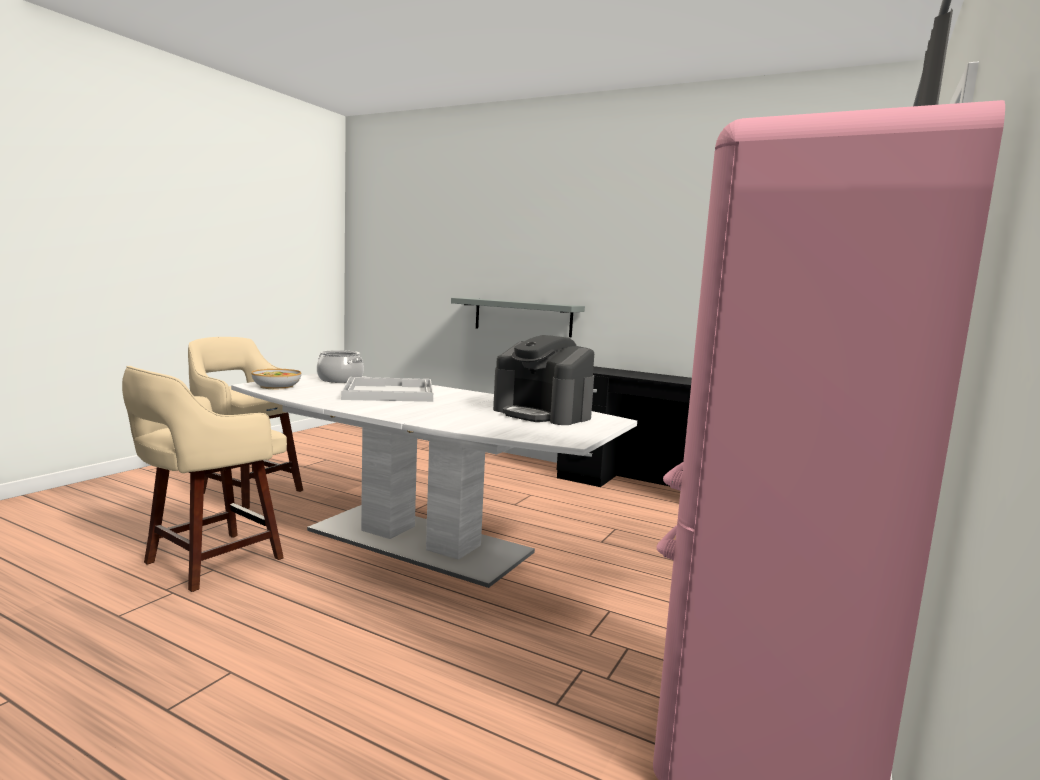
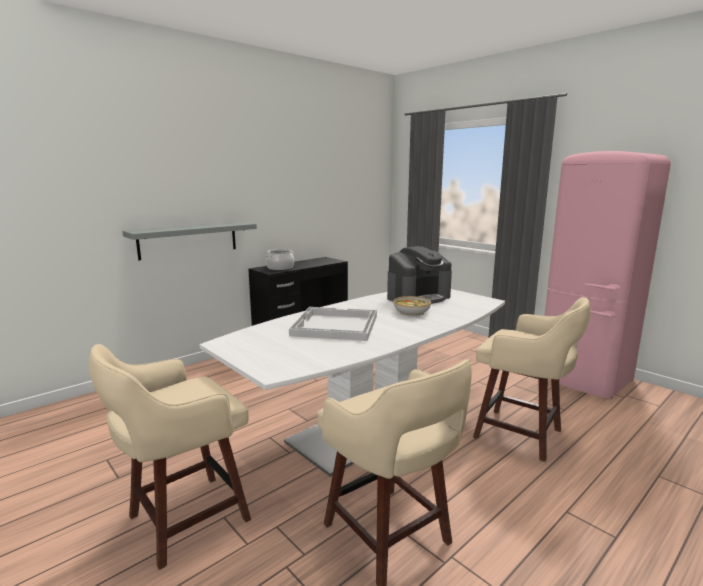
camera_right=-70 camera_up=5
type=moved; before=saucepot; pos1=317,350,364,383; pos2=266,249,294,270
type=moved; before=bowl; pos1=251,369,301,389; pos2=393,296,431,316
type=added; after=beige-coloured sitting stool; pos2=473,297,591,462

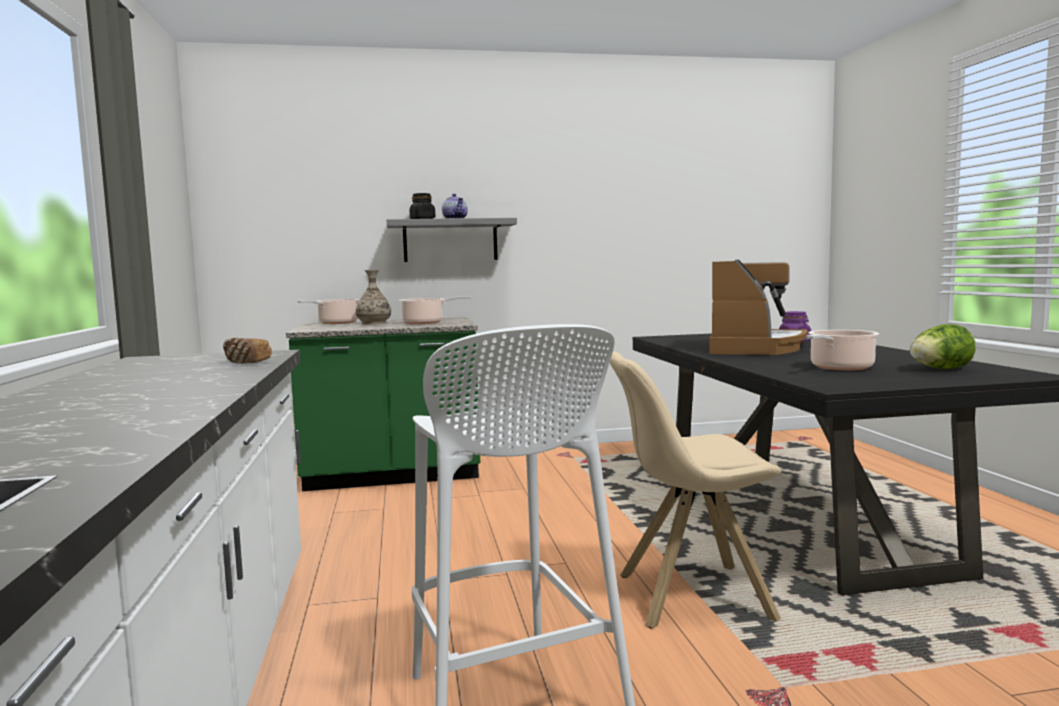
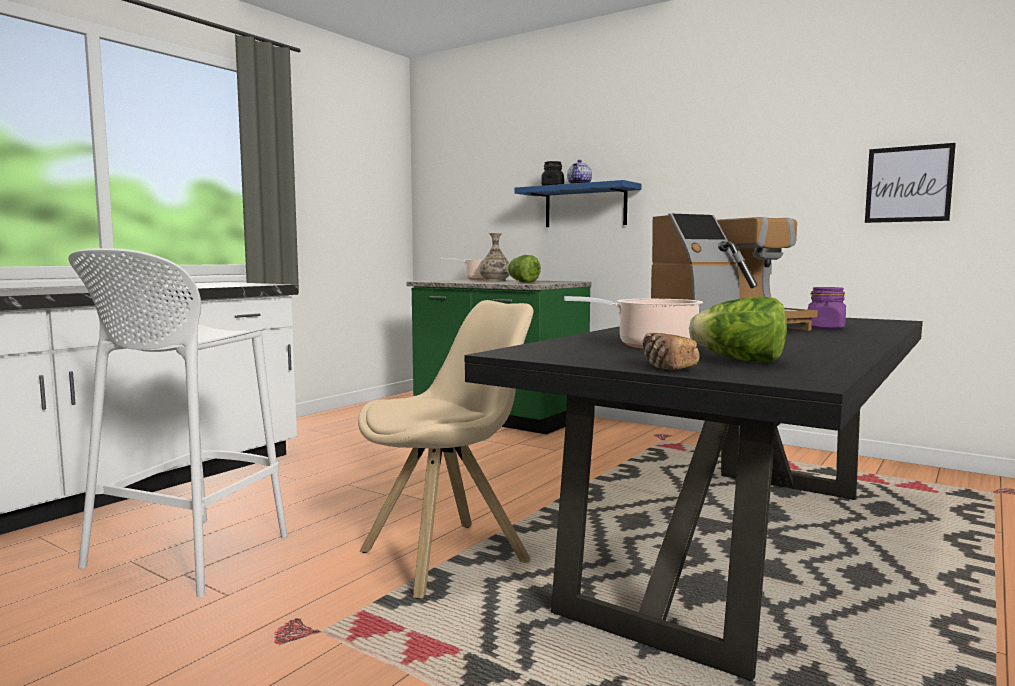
camera_right=45 camera_up=0
type=recoloured; before=greyish bracket shelf; after=blue-coloured bracket shelf; pos1=387,218,517,262; pos2=514,180,641,227
type=replaced; before=saucepot; after=head of lettuce; pos1=399,296,471,324; pos2=506,255,541,283
type=moved; before=bread; pos1=223,338,272,364; pos2=642,333,700,370
type=turned; before=beige-coloured upright chair; pos1=610,352,781,629; pos2=358,300,533,598; turn=105
type=added; after=wall art; pos2=865,143,956,223

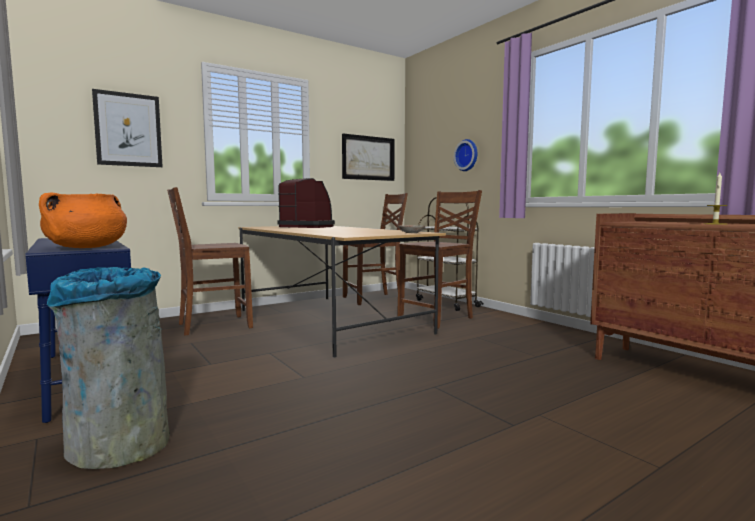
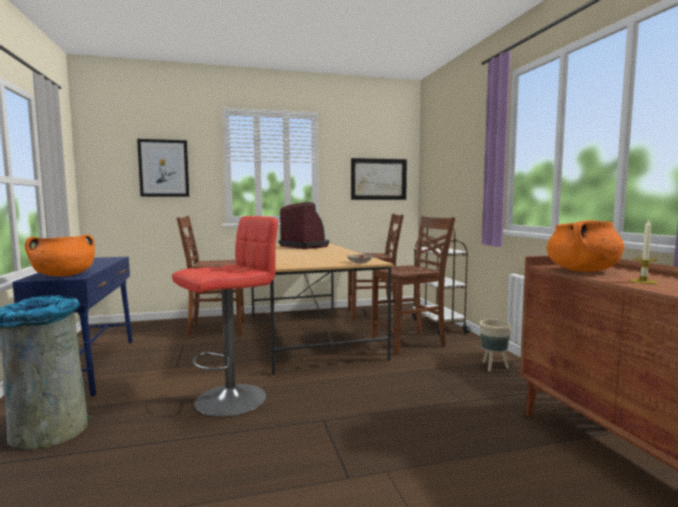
camera_right=20 camera_up=0
type=removed; before=wall clock; pos1=454,139,477,171
type=added; after=reddish sitting stool; pos2=172,216,278,416
type=added; after=orange-coloured saucepot; pos2=547,220,624,272
type=added; after=beige-coloured flower pot; pos2=479,319,512,372

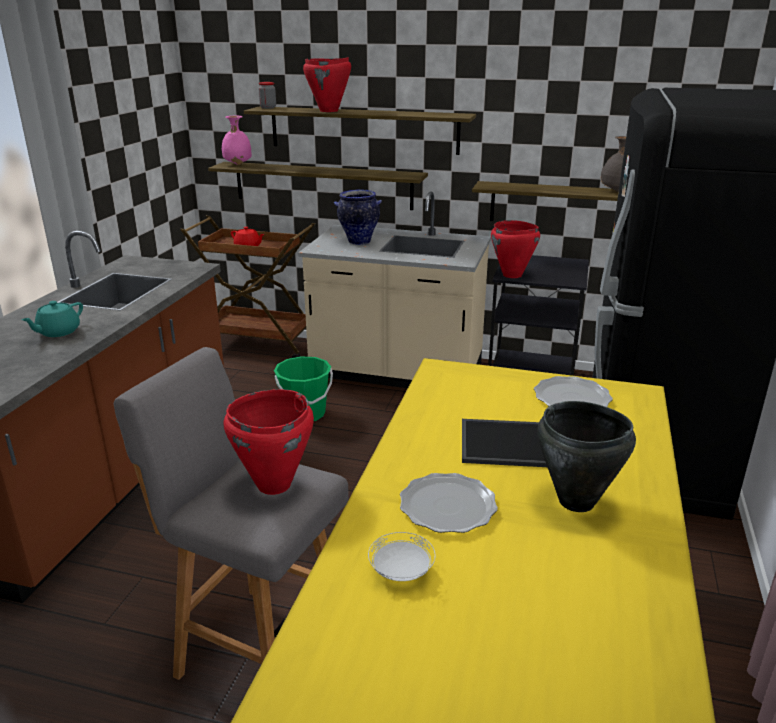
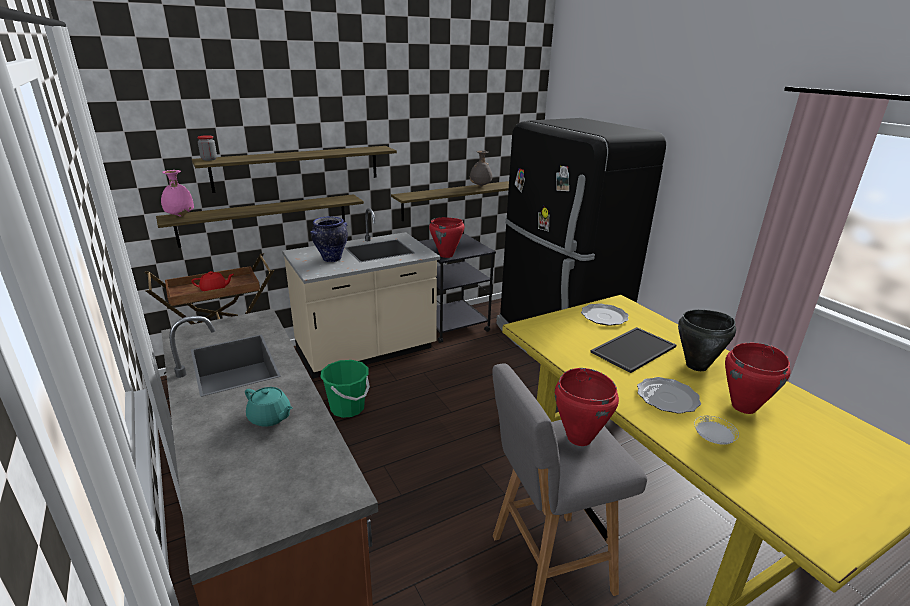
camera_right=-45 camera_up=0
type=moved; before=reddish saucepot; pos1=303,57,351,112; pos2=725,342,790,414
type=turned; before=blue-green teapot; pos1=21,301,83,337; pos2=245,387,292,427; turn=-45

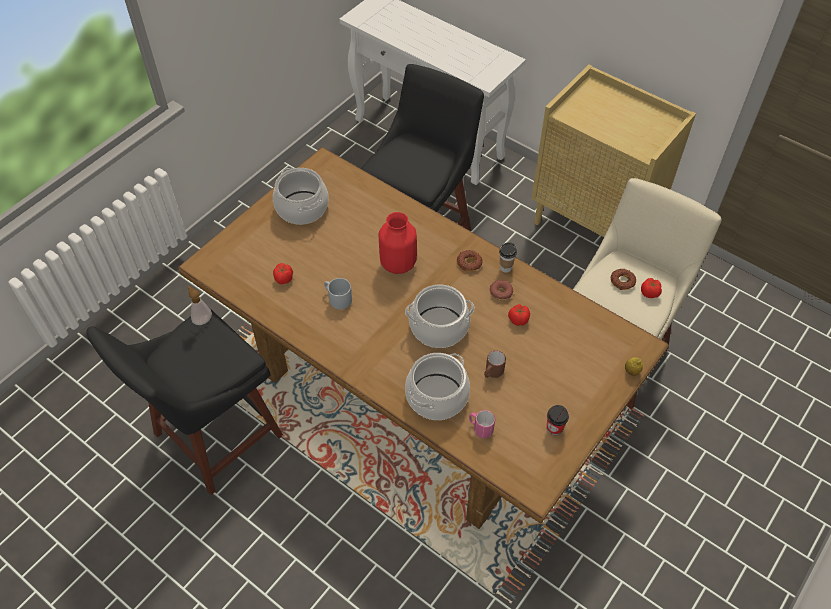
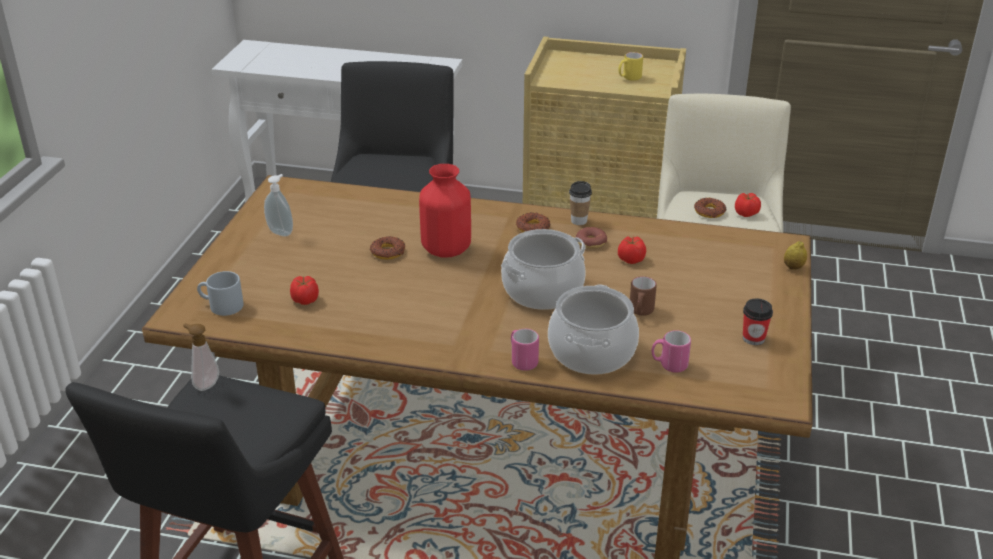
camera_right=-25 camera_up=-20
type=replaced; before=saucepot; after=liquid soap bottle; pos1=273,168,329,225; pos2=264,174,293,236
type=moved; before=greyish mug; pos1=324,278,352,309; pos2=197,271,244,316
type=added; after=yellow-coloured mug; pos2=618,52,643,81
type=added; after=donut; pos2=370,236,405,260
type=added; after=pink mug; pos2=511,329,539,371

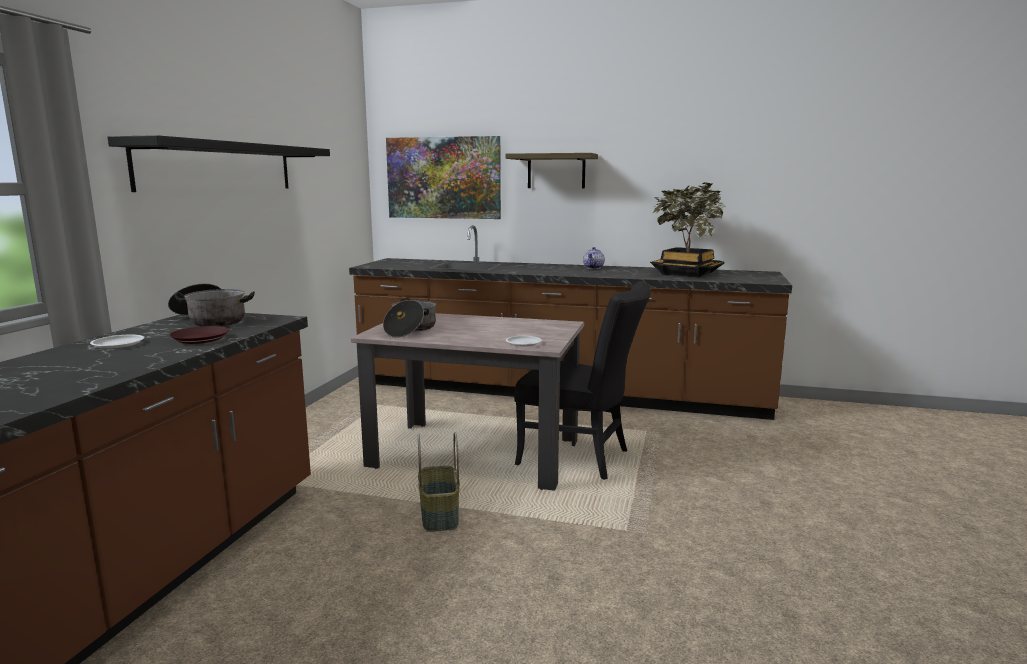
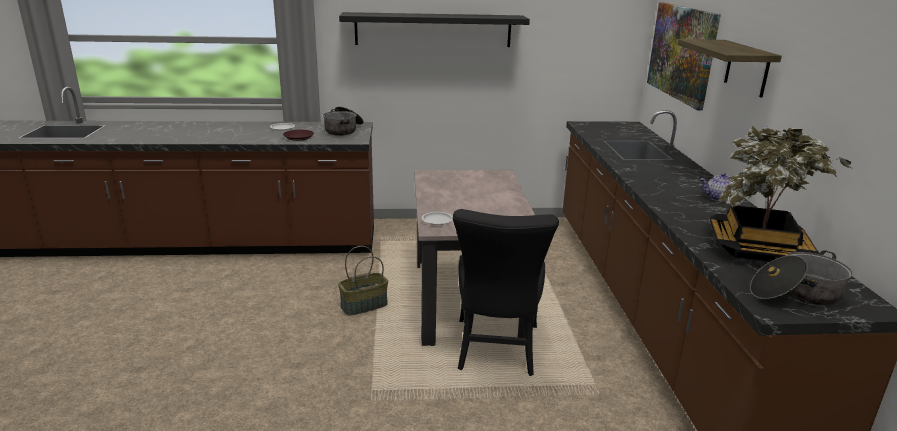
camera_right=70 camera_up=10
type=moved; before=saucepot; pos1=383,298,437,338; pos2=750,250,853,306

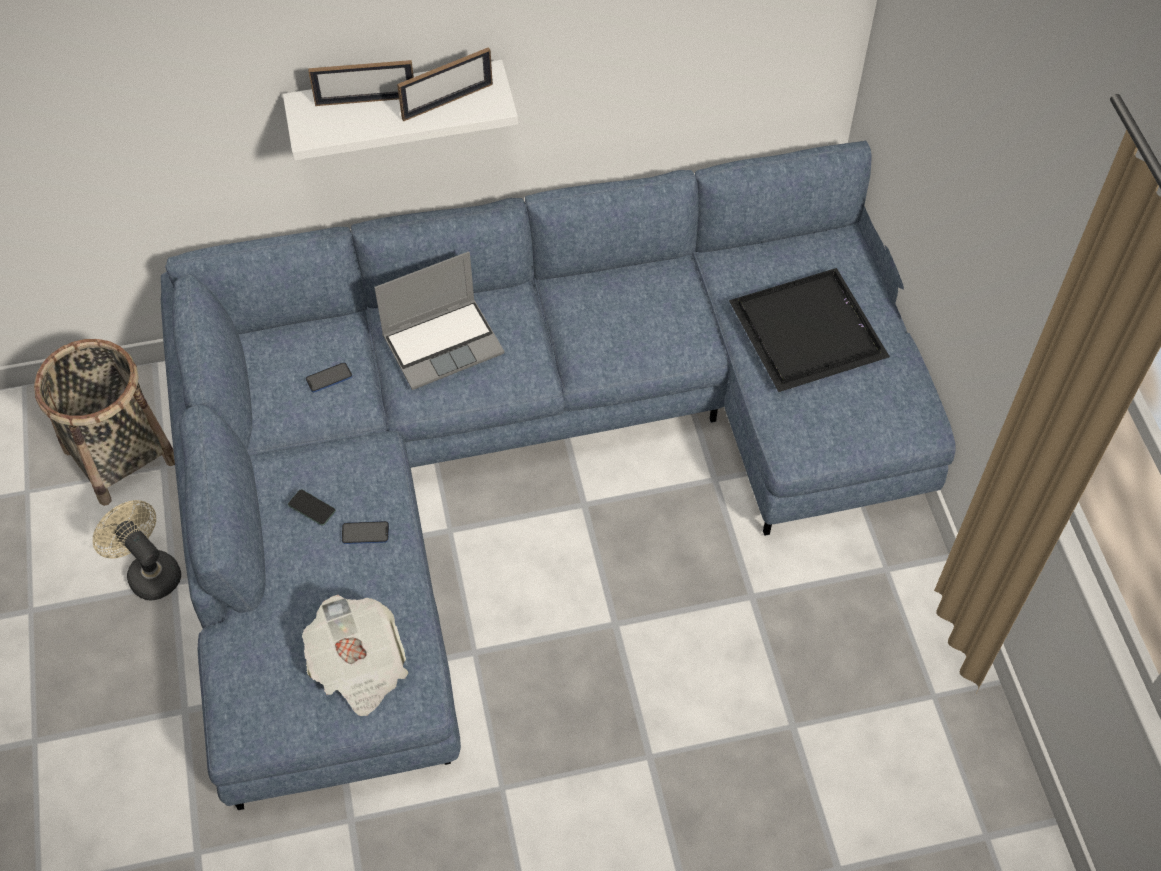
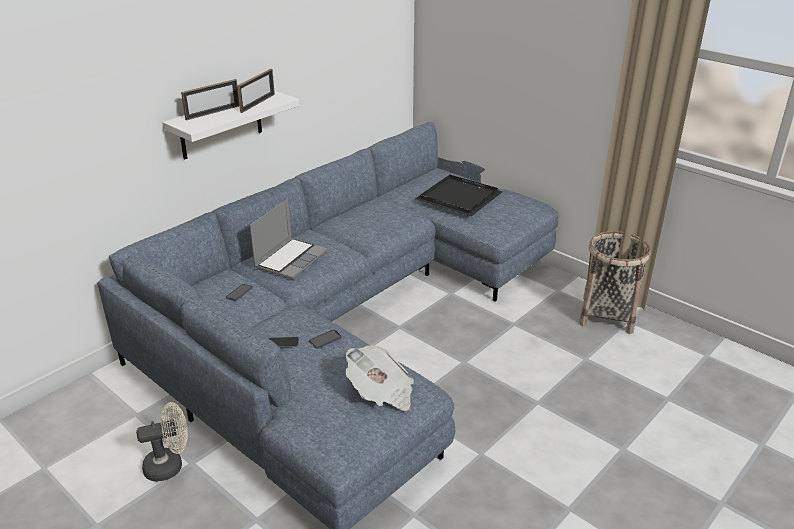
camera_right=-35 camera_up=-25
type=moved; before=household basket; pos1=34,339,175,506; pos2=579,231,651,334
type=turned; before=beige-coloured electric fan; pos1=93,500,181,601; pos2=136,402,188,482; turn=150

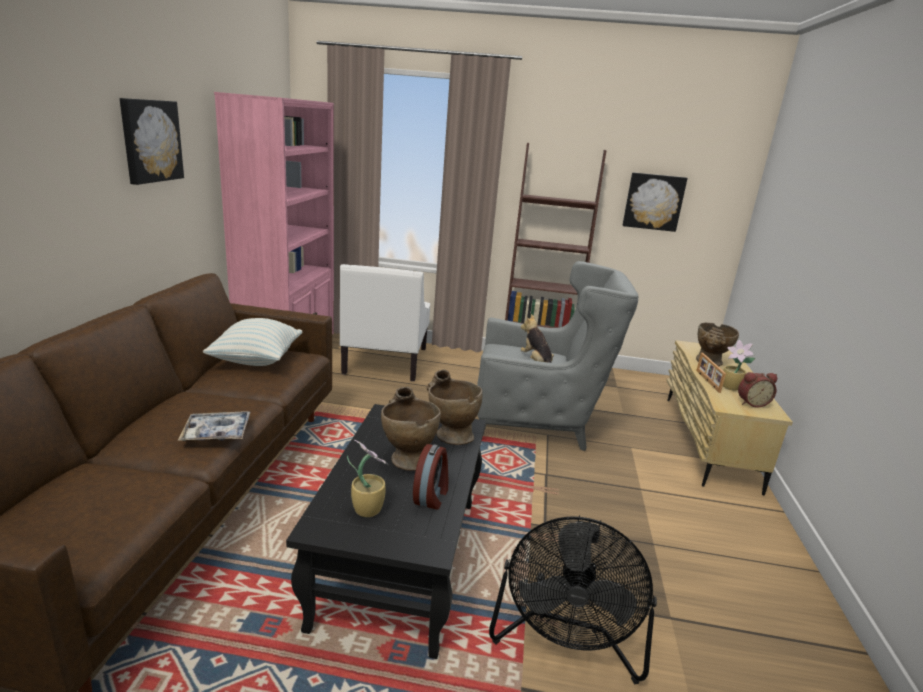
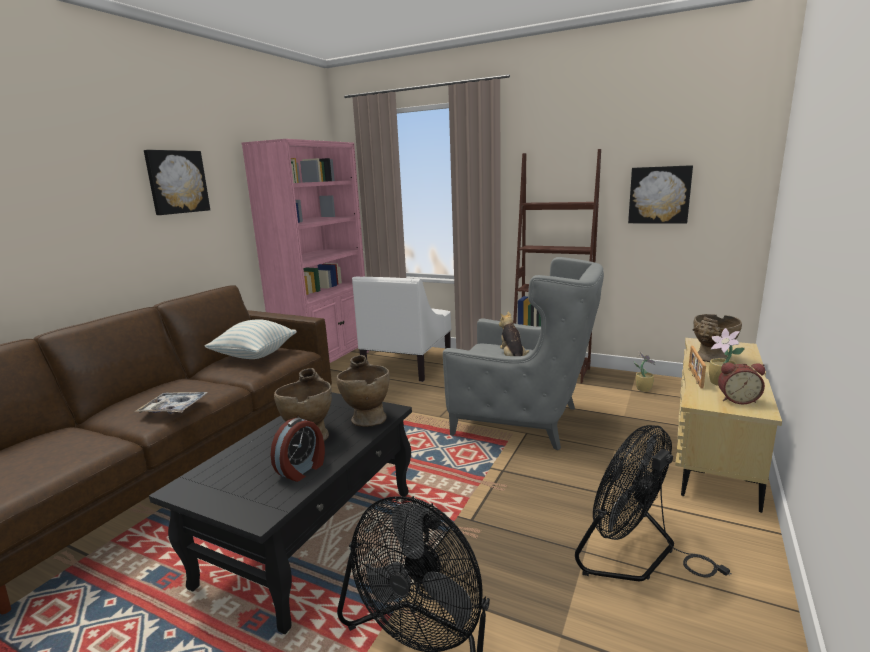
camera_right=20 camera_up=-5
type=moved; before=houseplant; pos1=347,440,388,517; pos2=634,352,656,392
type=added; after=blackish electric fan; pos2=575,425,732,581

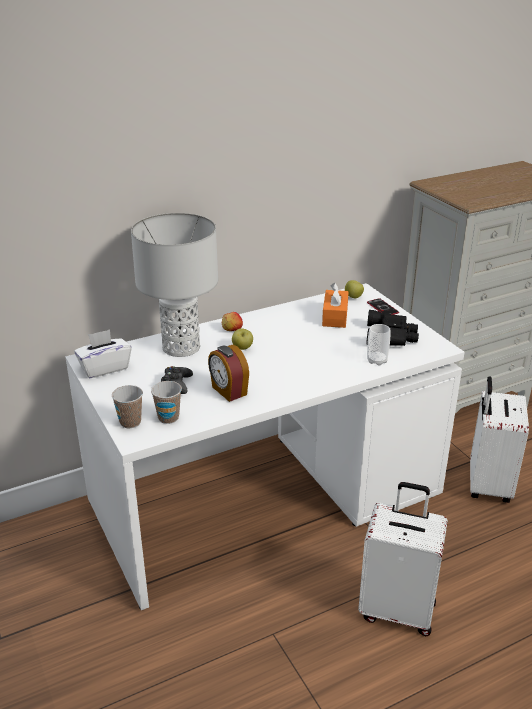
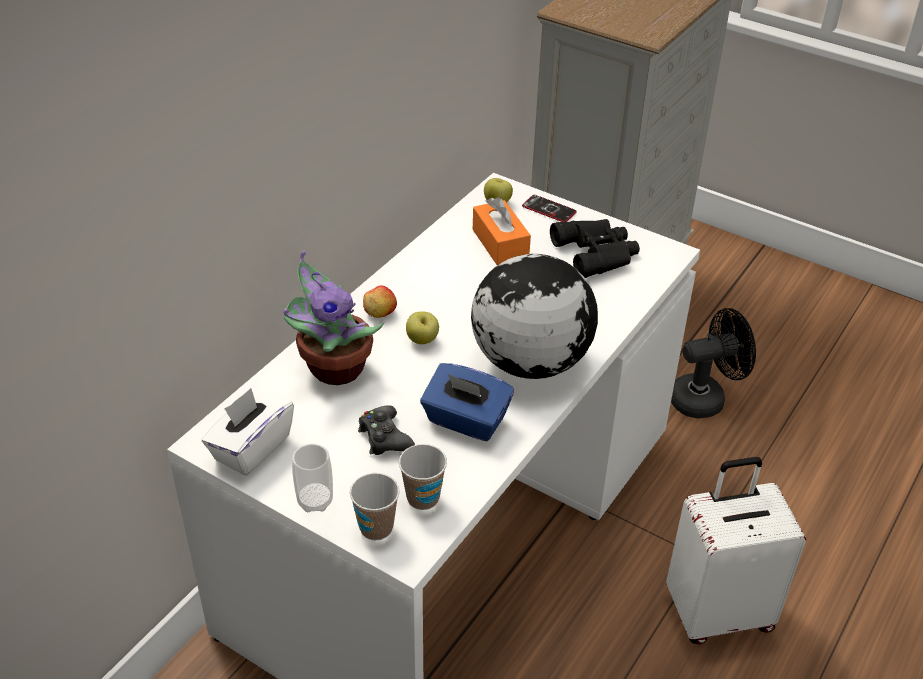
camera_right=-30 camera_up=10
type=replaced; before=white-coloured lamp for a table; after=houseplant; pos1=131,213,218,357; pos2=283,250,384,385
type=moved; before=cup; pos1=367,324,390,366; pos2=292,444,333,512
type=replaced; before=table clock; after=blue-coloured box of tissues; pos1=208,345,249,402; pos2=420,363,514,441
type=replaced; before=white-coloured piece of luggage; after=blackish electric fan; pos1=470,377,529,503; pos2=671,308,756,418
type=added; after=globe; pos2=471,254,598,379

